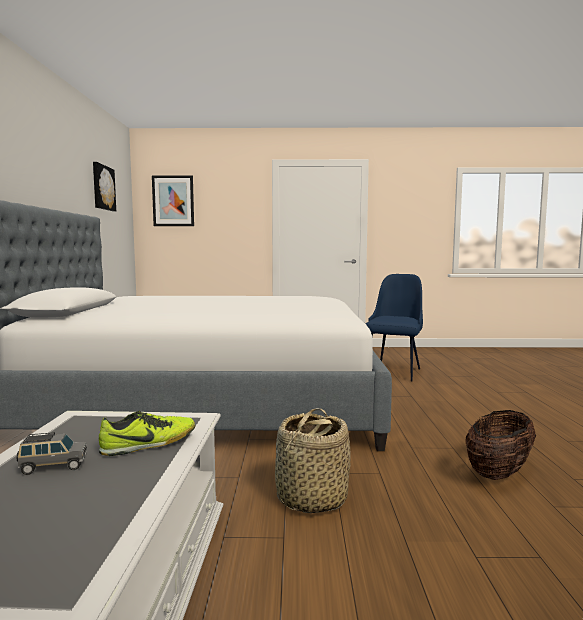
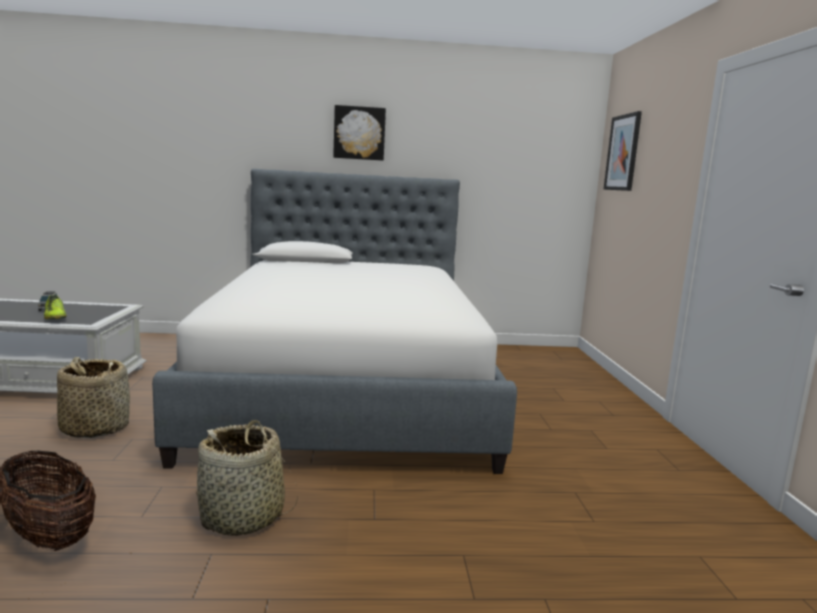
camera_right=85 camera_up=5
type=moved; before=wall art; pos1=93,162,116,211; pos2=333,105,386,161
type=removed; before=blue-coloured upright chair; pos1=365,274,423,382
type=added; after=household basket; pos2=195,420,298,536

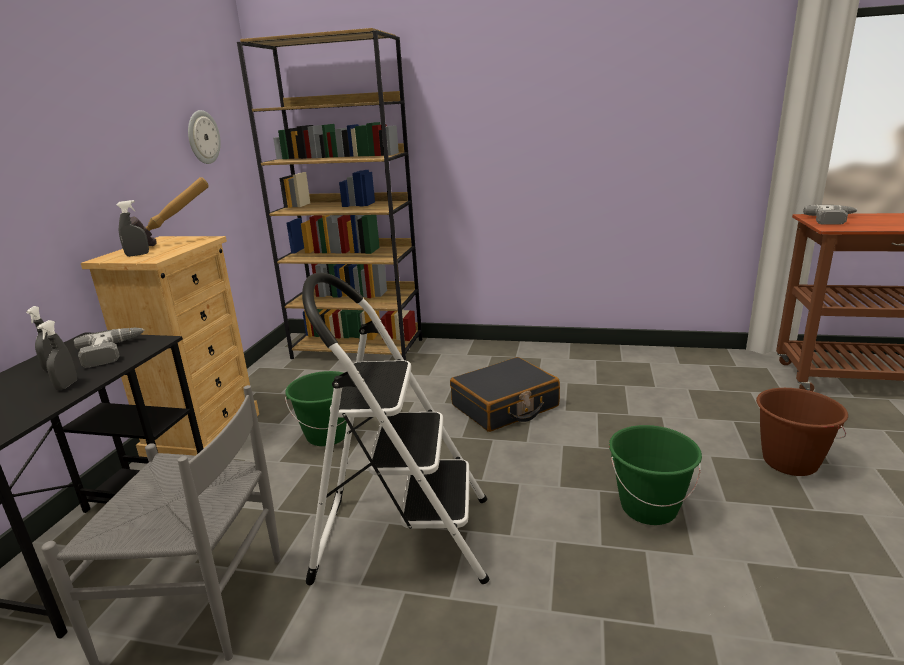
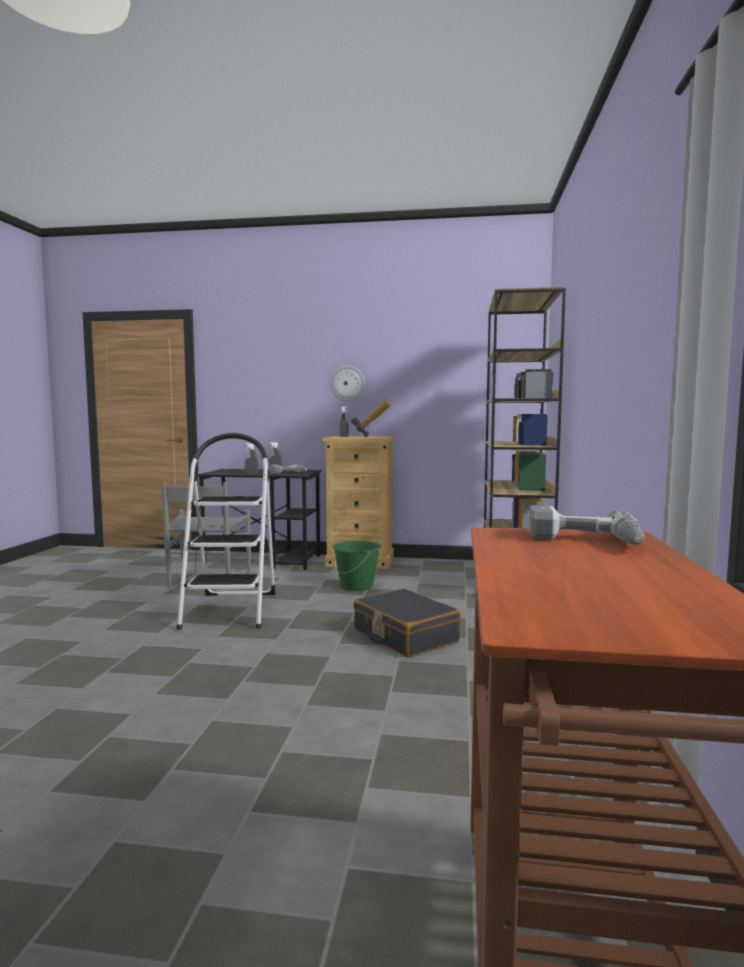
camera_right=85 camera_up=-15
type=moved; before=wall clock; pos1=188,110,221,164; pos2=330,365,365,402
type=removed; before=brown-coloured water bucket; pos1=756,388,848,476
type=removed; before=green water bucket; pos1=609,425,702,525

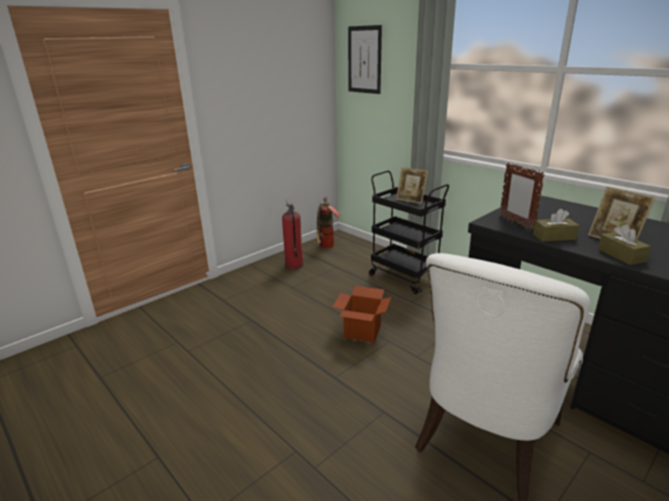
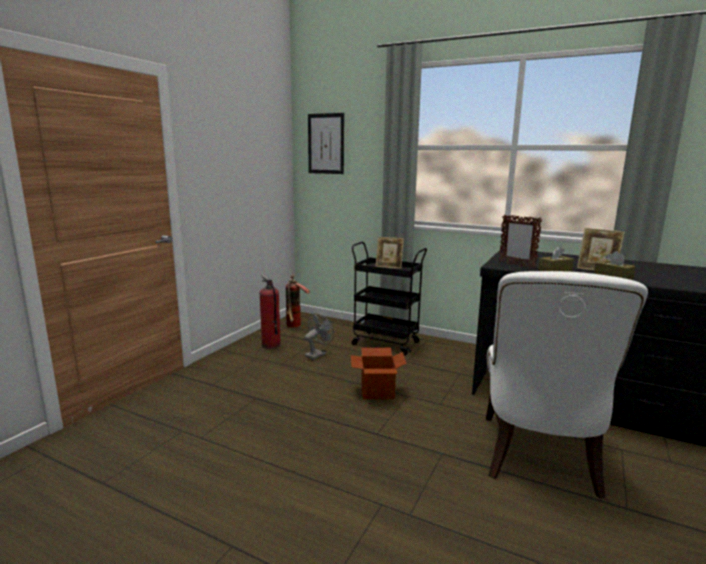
camera_right=-20 camera_up=-10
type=added; after=greyish electric fan; pos2=304,313,334,360

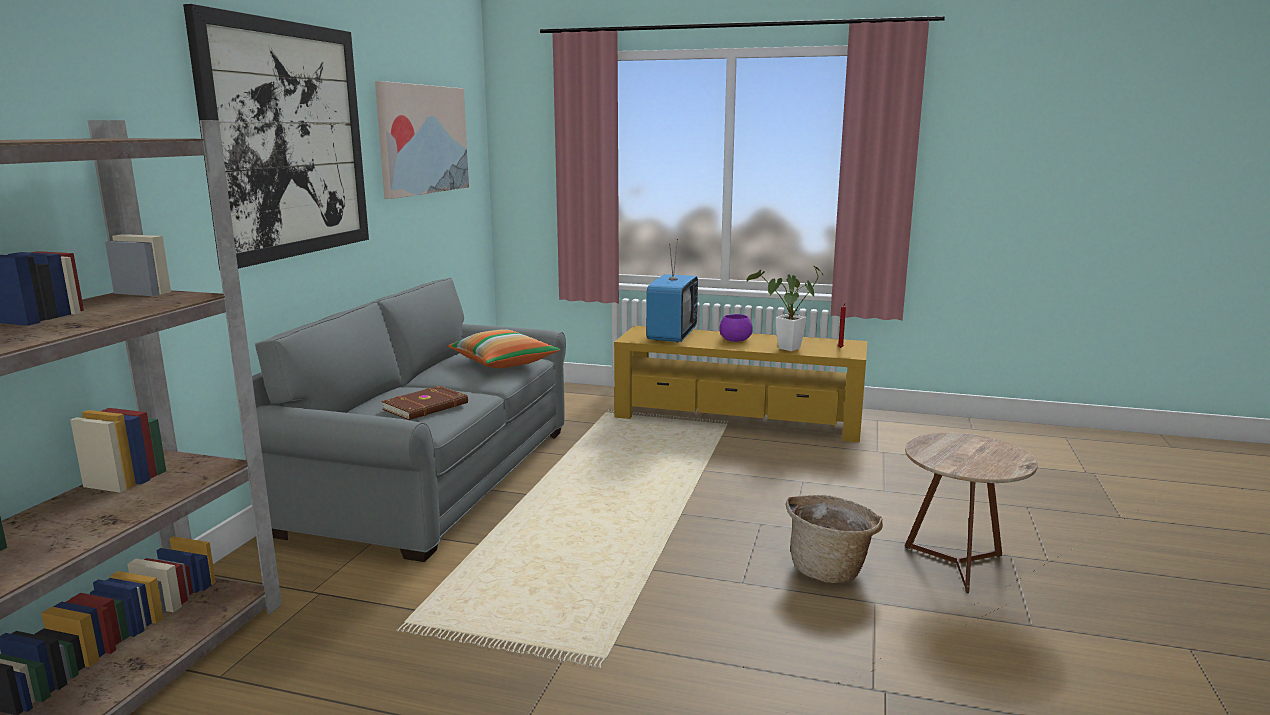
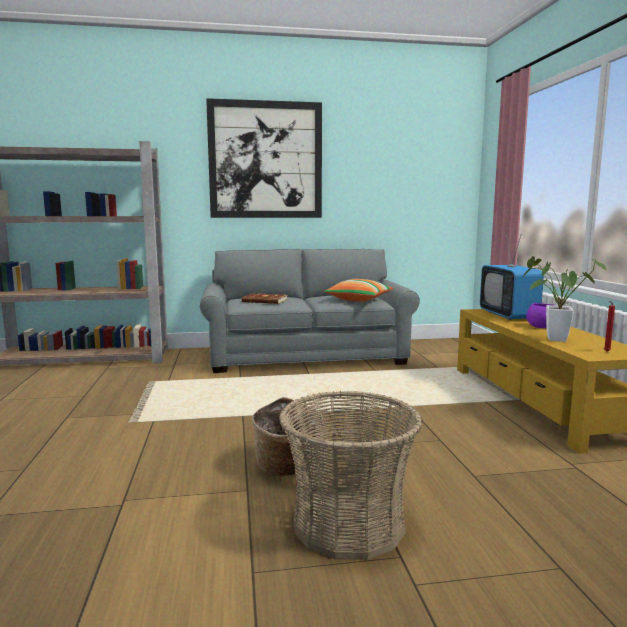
camera_right=65 camera_up=-5
type=removed; before=wall art; pos1=375,81,469,199
type=turned; before=TV; pos1=646,239,698,343; pos2=480,233,544,320; turn=90
type=replaced; before=brown-coloured end table; after=household basket; pos1=905,432,1038,593; pos2=279,391,422,560

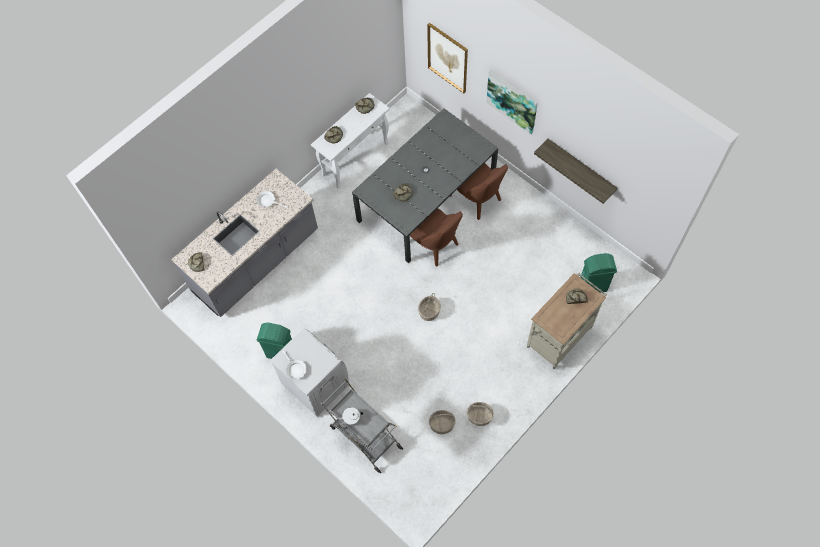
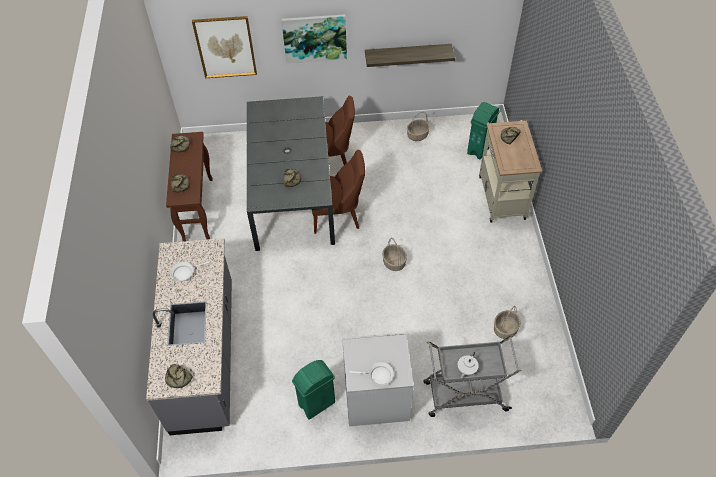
camera_right=-50 camera_up=-10
type=recoloured; before=white-coloured narrow table; after=brown-coloured narrow table; pos1=311,93,390,189; pos2=166,132,213,241
type=moved; before=household basket; pos1=467,402,494,426; pos2=407,112,430,141

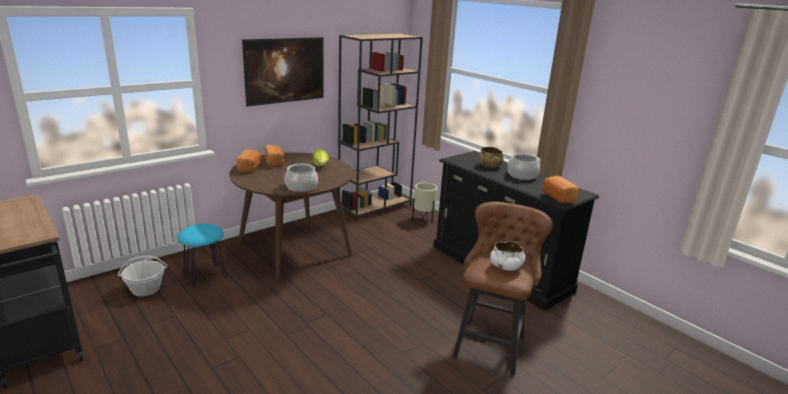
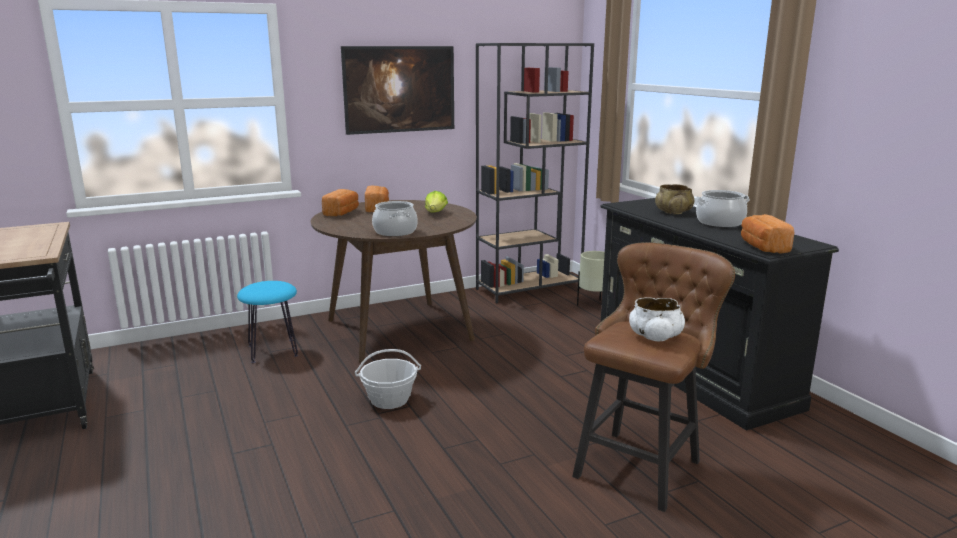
camera_right=15 camera_up=-5
type=moved; before=household basket; pos1=117,256,167,297; pos2=355,349,421,409

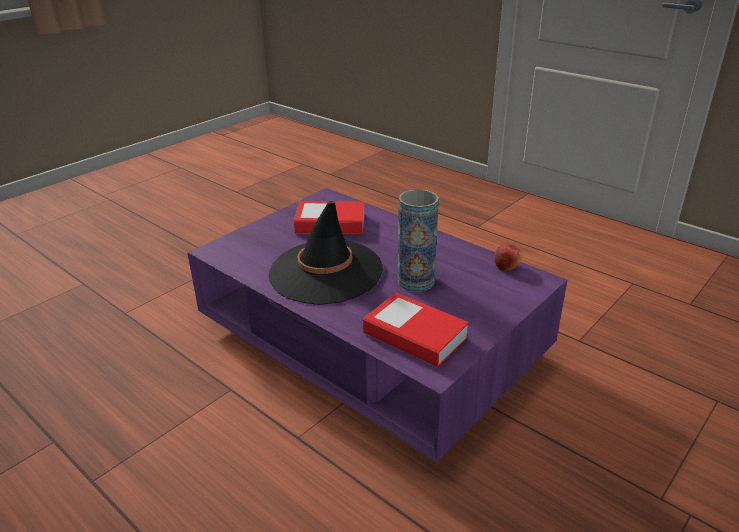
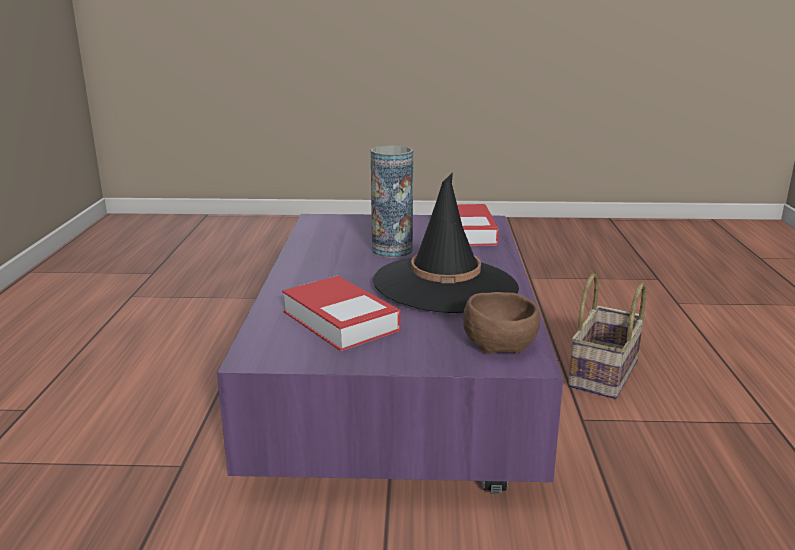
camera_right=-130 camera_up=-10
type=removed; before=whole apple; pos1=494,244,522,271
type=added; after=household basket; pos2=568,274,646,399
type=added; after=brown-coloured bowl; pos2=463,292,540,354

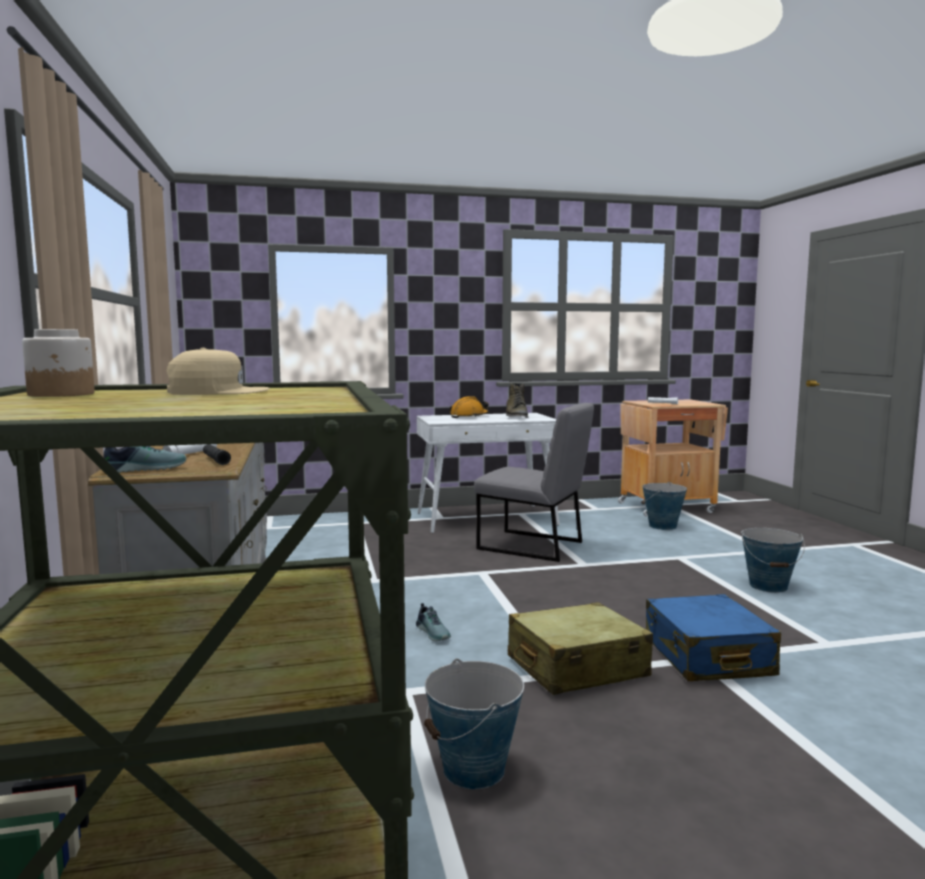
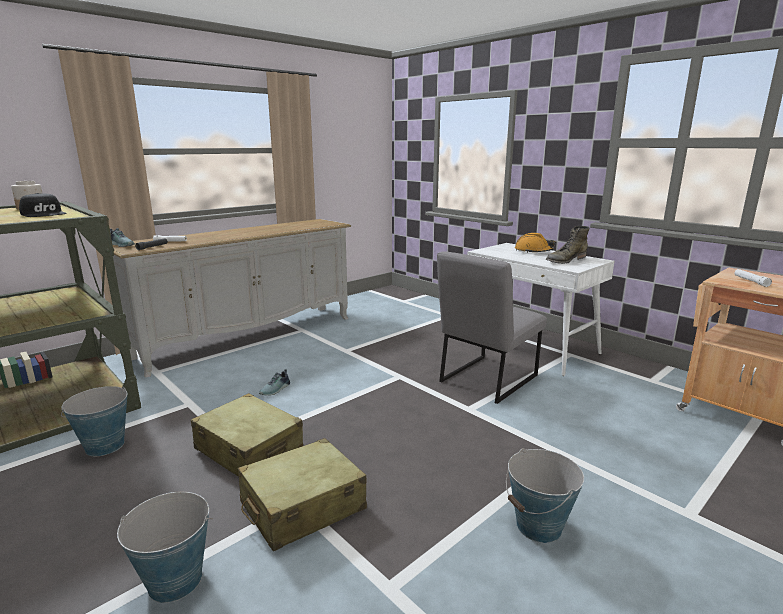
camera_right=60 camera_up=10
type=recoloured; before=beige-coloured baseball cap; after=blackish baseball cap; pos1=167,348,270,395; pos2=19,193,67,217
type=turned; before=greyish upright chair; pos1=474,403,594,562; pos2=437,251,547,404; turn=45
type=moved; before=water bucket; pos1=641,482,687,530; pos2=117,492,213,603
type=recoloured; before=blue-coloured piece of luggage; after=beige-coloured piece of luggage; pos1=646,594,781,681; pos2=238,438,367,551

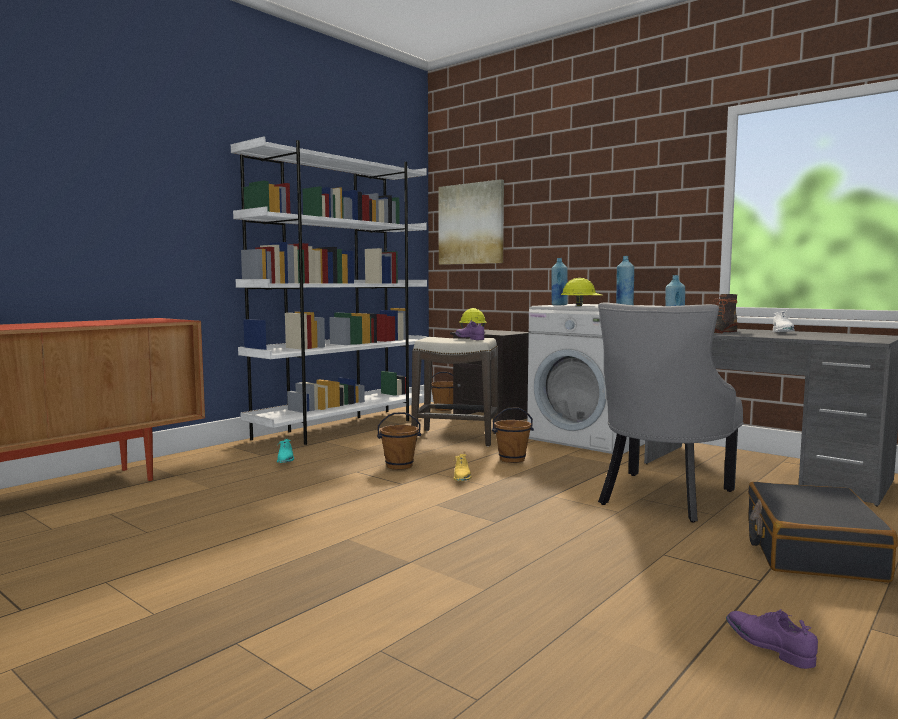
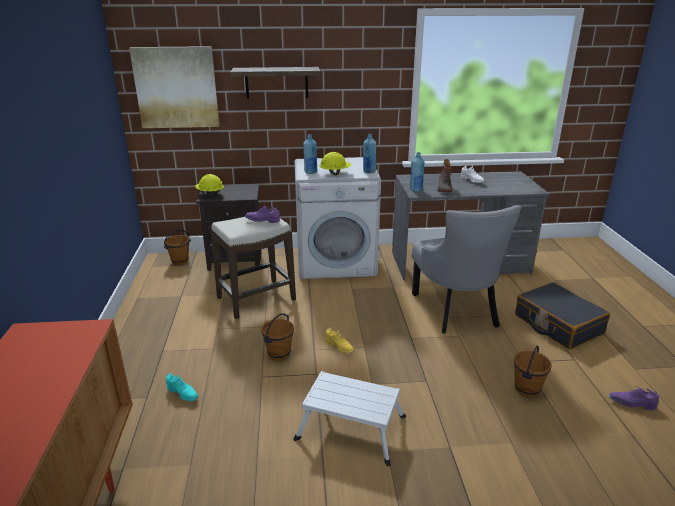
camera_right=-45 camera_up=20
type=removed; before=white-coloured shelving unit; pos1=231,136,427,445
type=moved; before=brown-coloured water bucket; pos1=492,407,534,463; pos2=514,346,552,397
type=added; after=bracket shelf; pos2=230,67,321,99
type=added; after=white-coloured stepladder; pos2=293,371,406,467

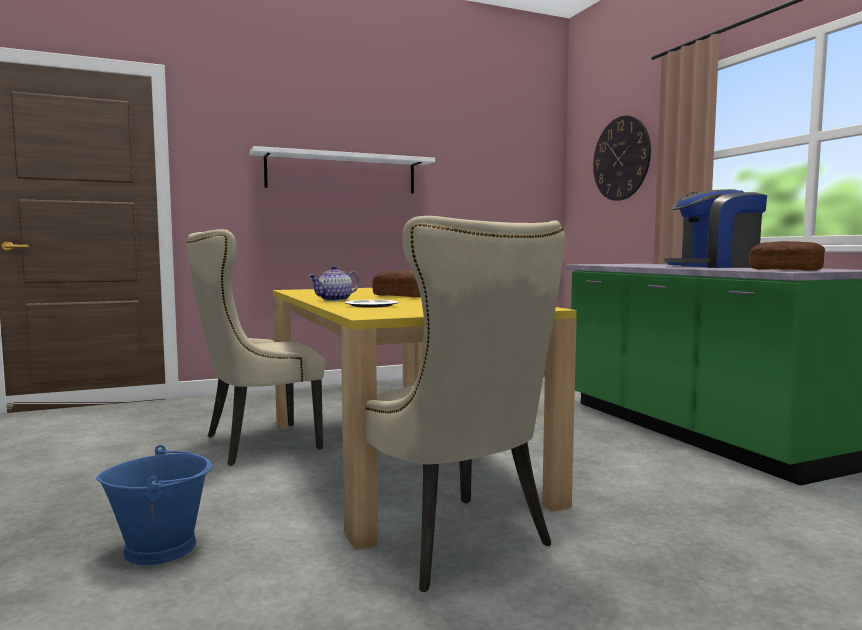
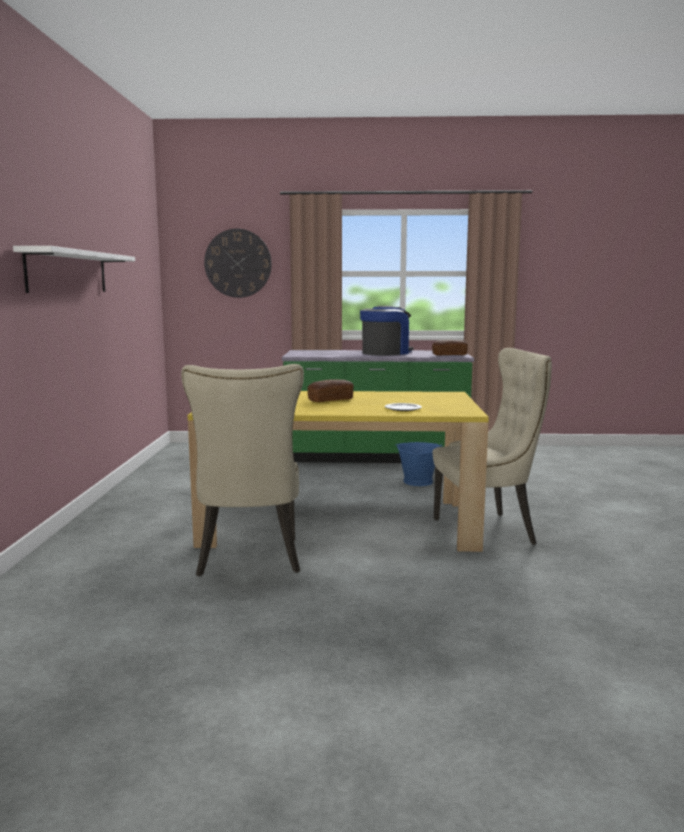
camera_right=-65 camera_up=5
type=turned; before=coffee machine; pos1=665,189,767,268; pos2=360,306,413,356; turn=-150
type=removed; before=teapot; pos1=309,266,359,301
type=moved; before=blue-coloured water bucket; pos1=96,445,212,565; pos2=395,442,443,486

